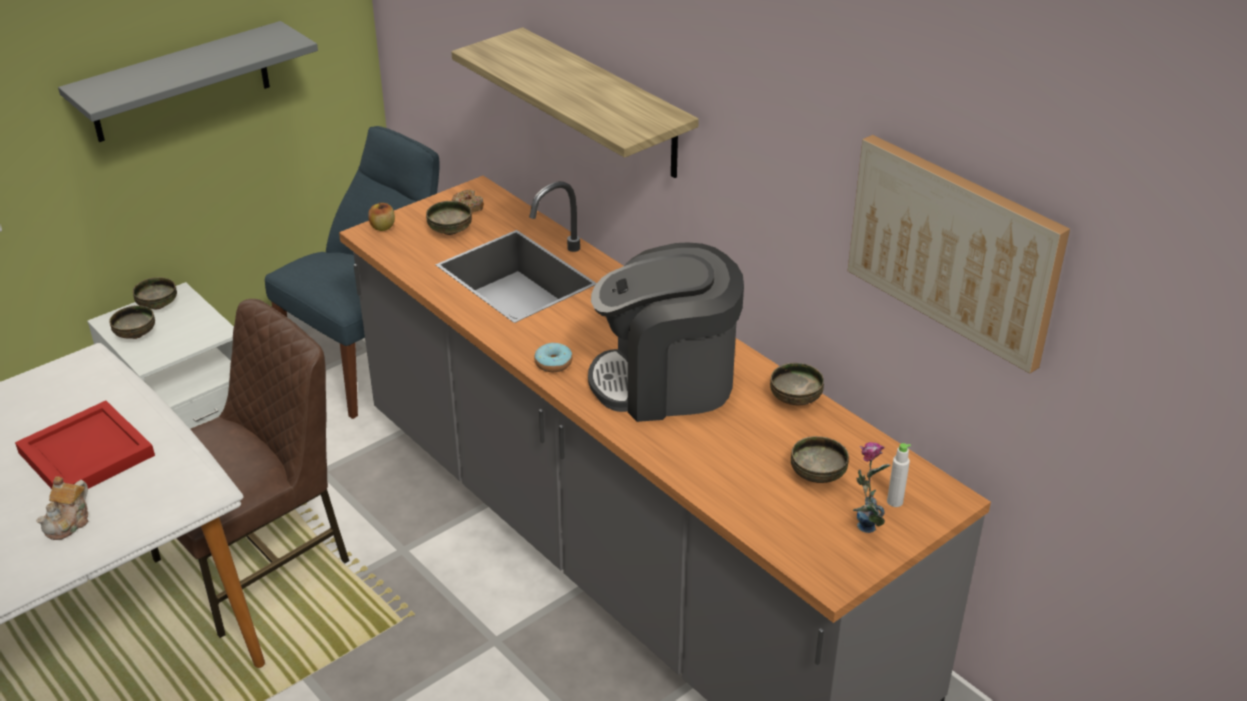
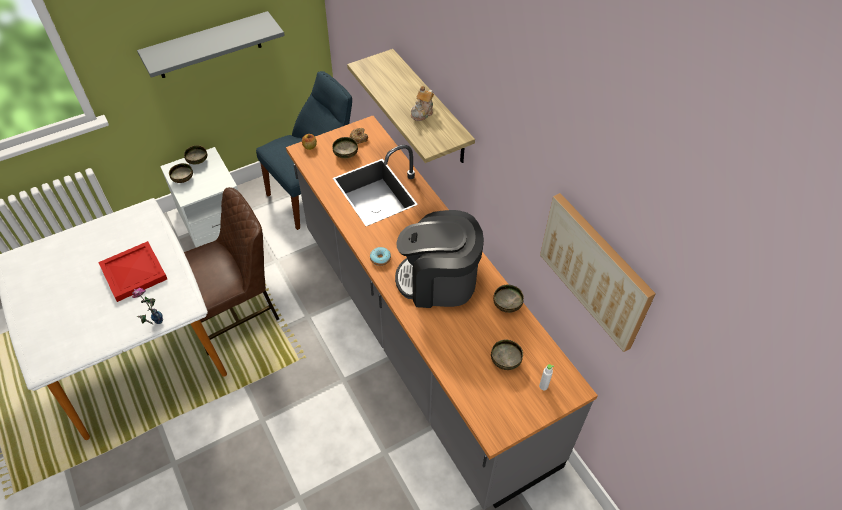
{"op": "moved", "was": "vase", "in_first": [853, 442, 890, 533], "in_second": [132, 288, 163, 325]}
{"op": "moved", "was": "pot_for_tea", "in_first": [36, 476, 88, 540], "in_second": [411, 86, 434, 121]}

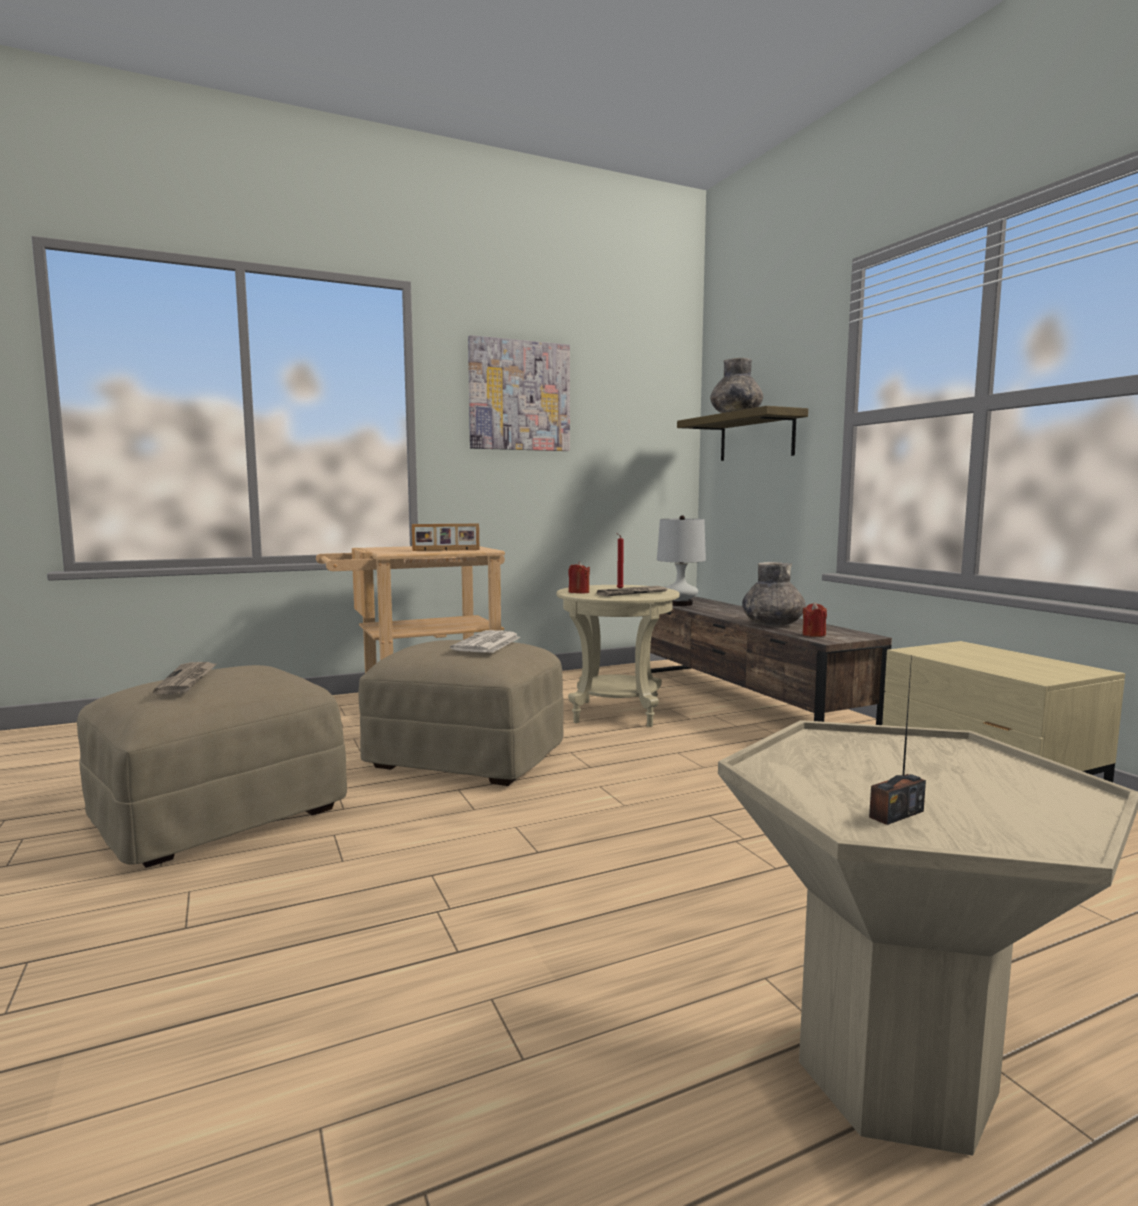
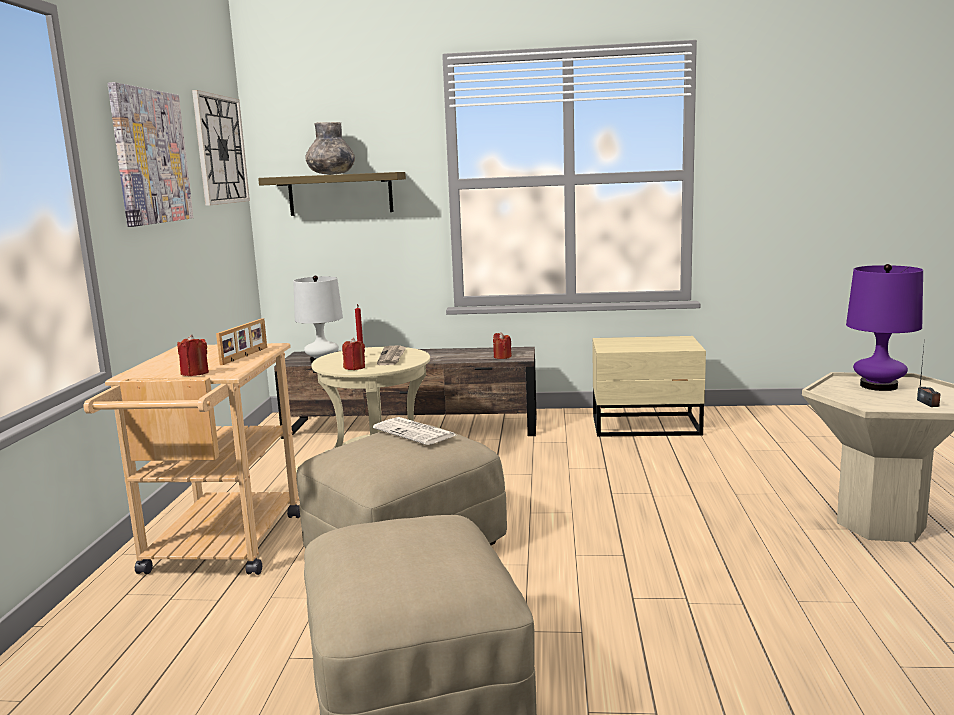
{"op": "removed", "was": "greyish_vase", "in_first": [742, 562, 806, 626]}
{"op": "removed", "was": "newspaper", "in_first": [153, 662, 218, 694]}
{"op": "added", "now": "wall_clock", "in_second": [192, 90, 250, 206]}
{"op": "added", "now": "purple_tabletop_lamp", "in_second": [846, 264, 923, 391]}
{"op": "added", "now": "red_wax_light", "in_second": [177, 335, 209, 376]}

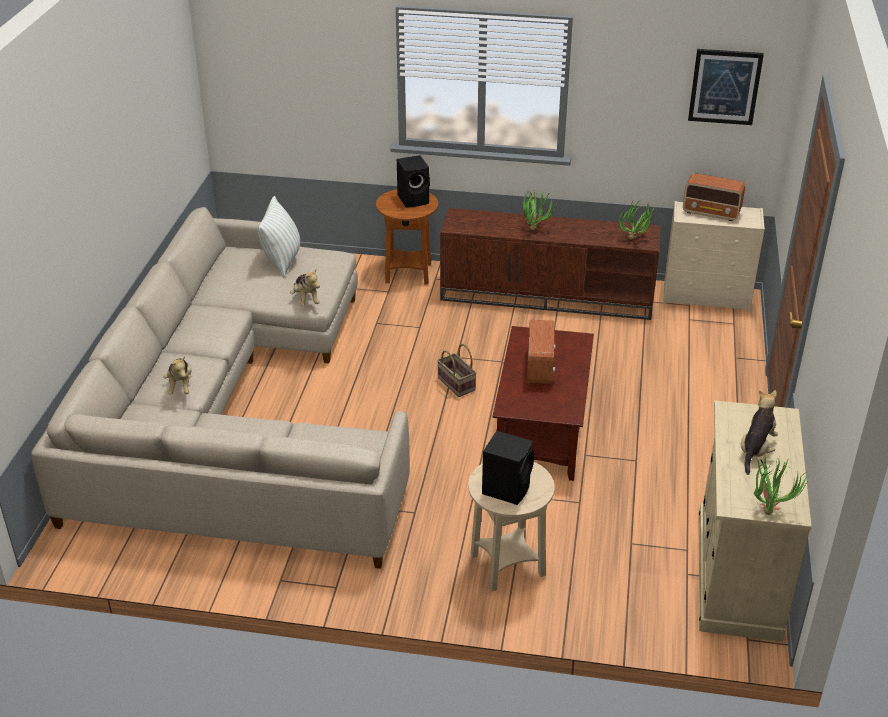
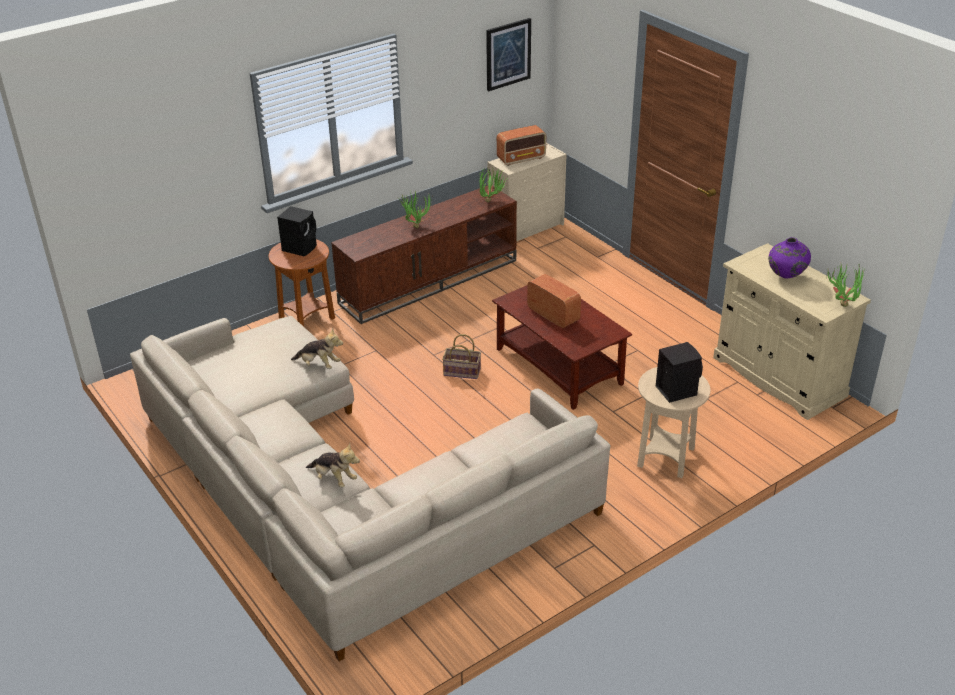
{"op": "removed", "was": "cushion", "in_first": [258, 196, 300, 278]}
{"op": "replaced", "was": "soft_toy", "now": "purple_vase", "in_first": [741, 390, 778, 475], "in_second": [768, 237, 811, 278]}

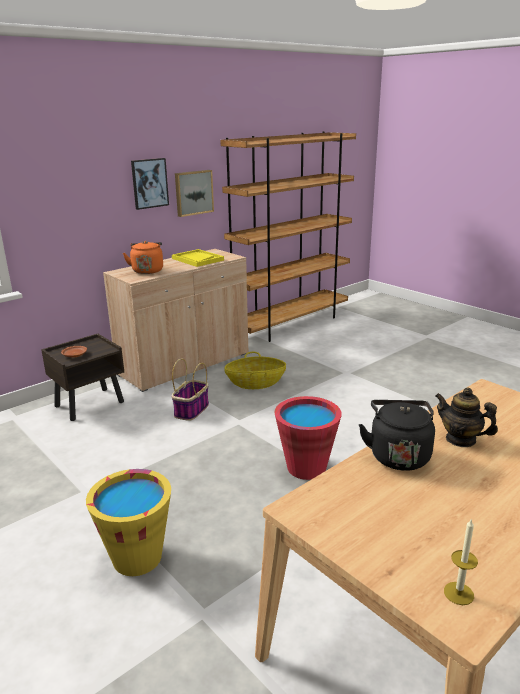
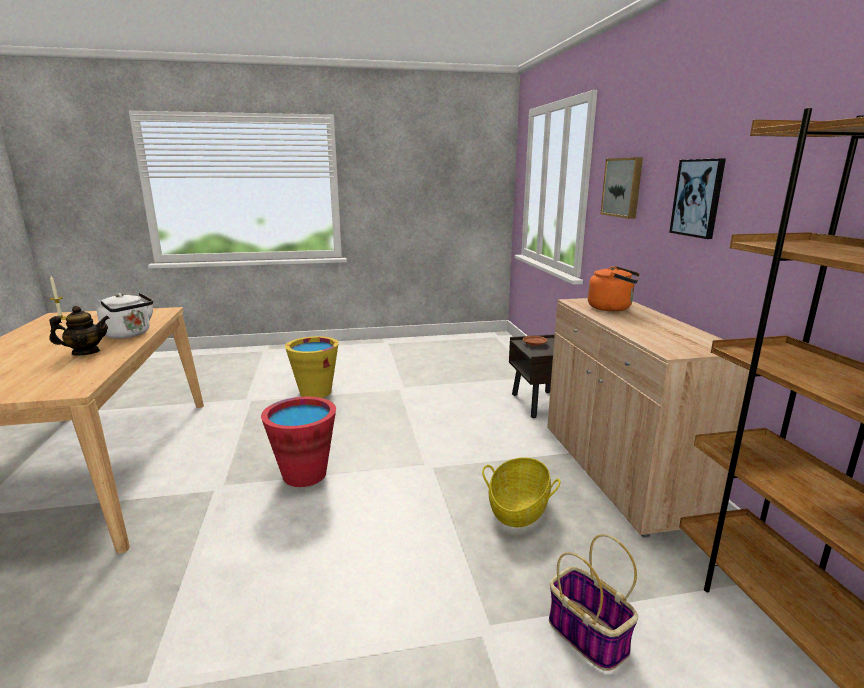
{"op": "moved", "was": "wall_art", "in_first": [175, 170, 214, 217], "in_second": [600, 157, 643, 219]}
{"op": "removed", "was": "yellowish_serving_tray", "in_first": [172, 249, 224, 267]}
{"op": "moved", "was": "household_basket", "in_first": [171, 359, 209, 421], "in_second": [549, 534, 638, 671]}
{"op": "recoloured", "was": "black-coloured_tea_kettle", "now": "whitish_tea_kettle", "in_first": [359, 400, 435, 471], "in_second": [97, 293, 153, 338]}

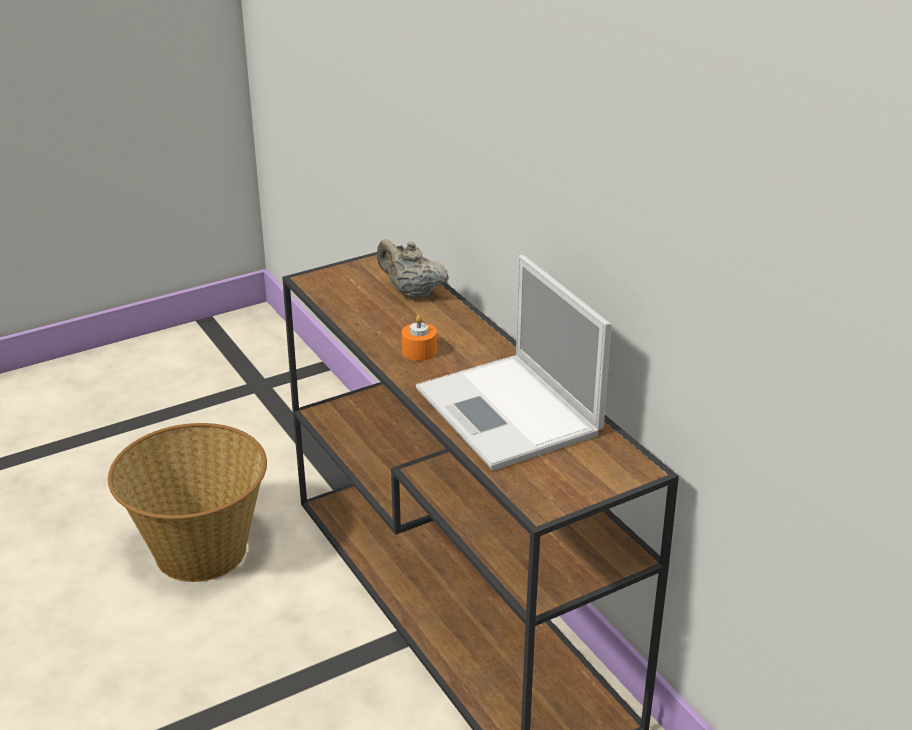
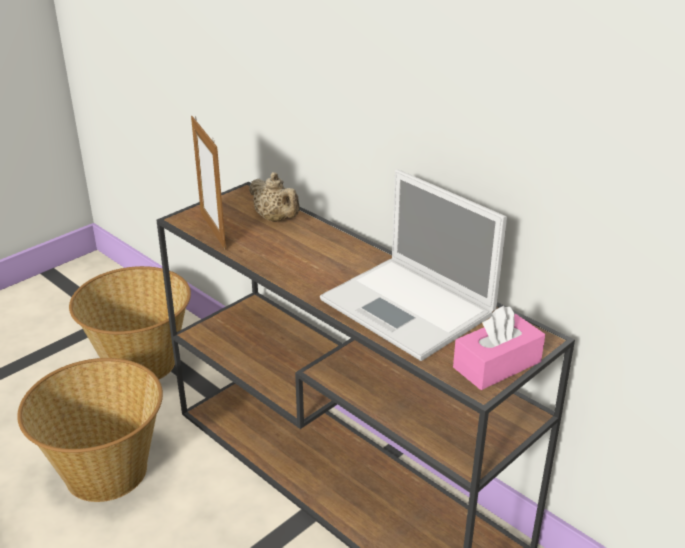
{"op": "turned", "was": "sand-coloured_pot_for_tea", "in_first": [377, 239, 449, 299], "in_second": [249, 172, 300, 222], "clockwise": -150}
{"op": "removed", "was": "orangey_wax_light", "in_first": [402, 315, 437, 361]}
{"op": "added", "now": "standing_frame", "in_second": [191, 116, 226, 249]}
{"op": "added", "now": "household_basket", "in_second": [69, 266, 191, 379]}
{"op": "added", "now": "pinkish_tissue_box", "in_second": [453, 305, 545, 390]}

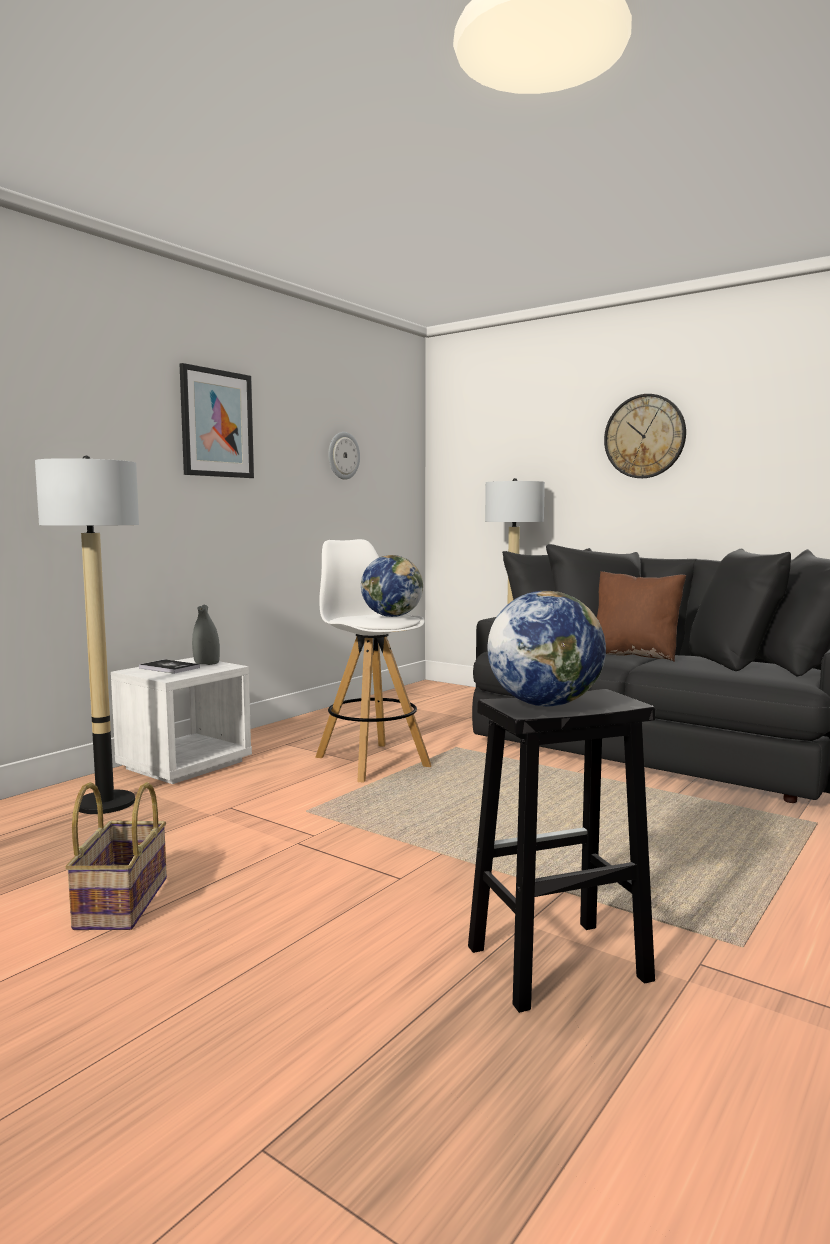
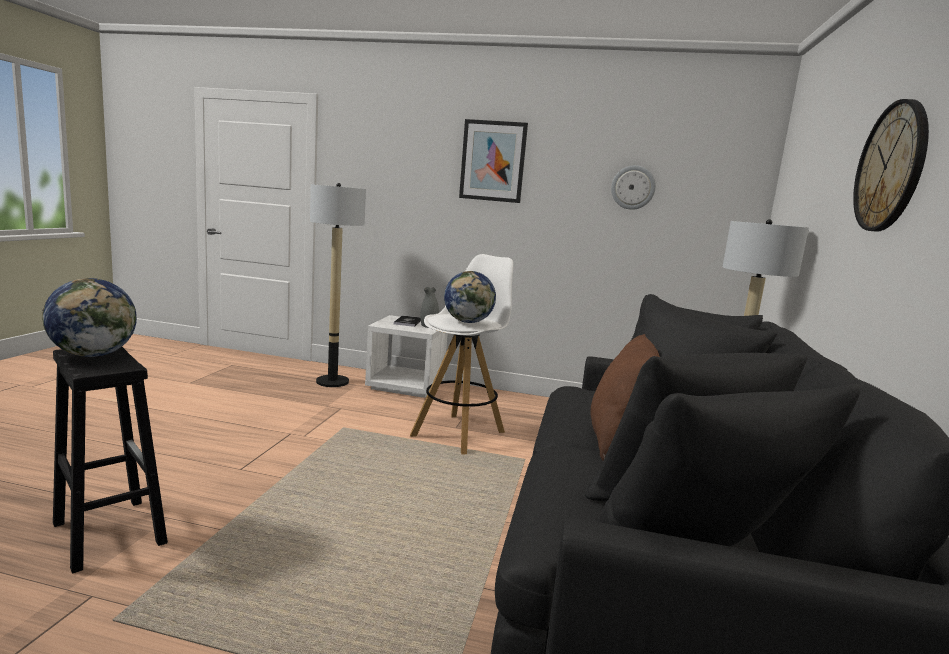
{"op": "removed", "was": "household_basket", "in_first": [65, 782, 167, 930]}

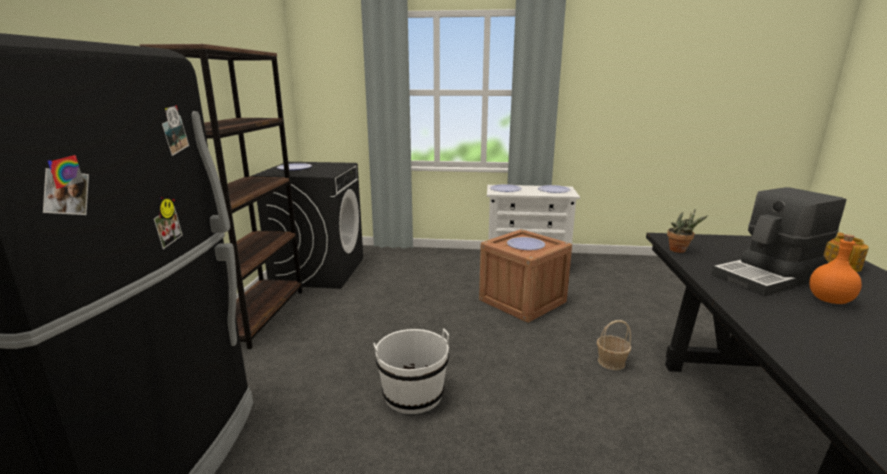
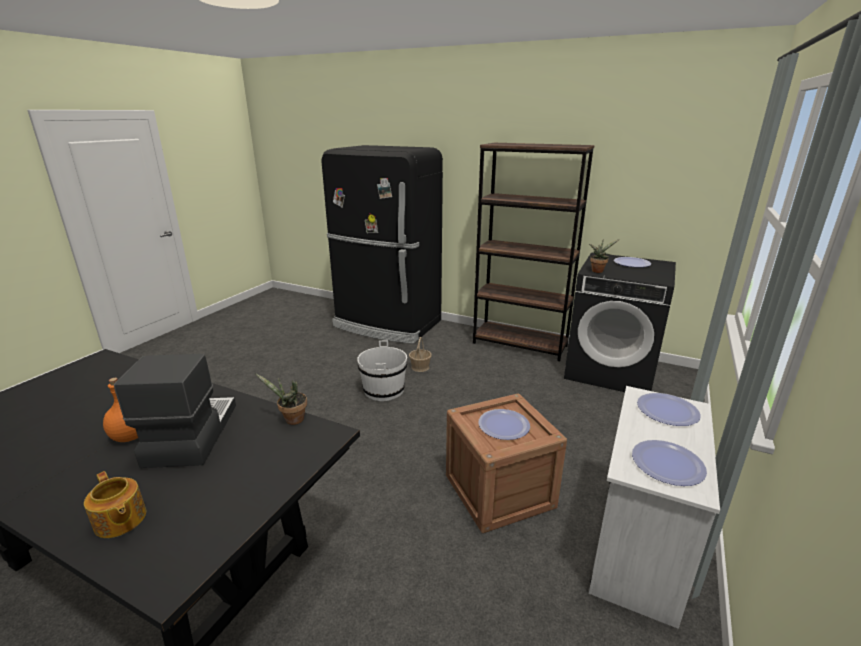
{"op": "moved", "was": "household_basket", "in_first": [597, 320, 631, 370], "in_second": [409, 337, 432, 372]}
{"op": "added", "now": "potted_plant", "in_second": [589, 239, 619, 273]}

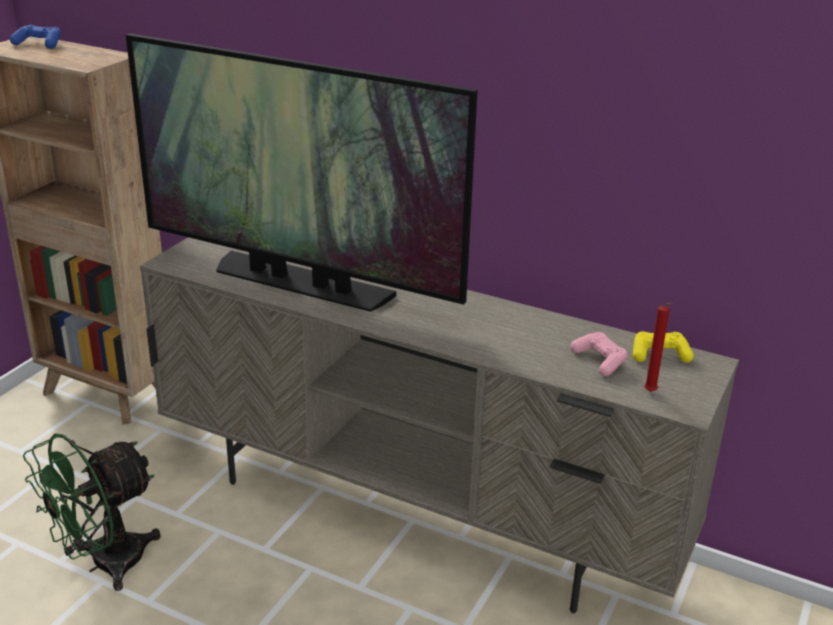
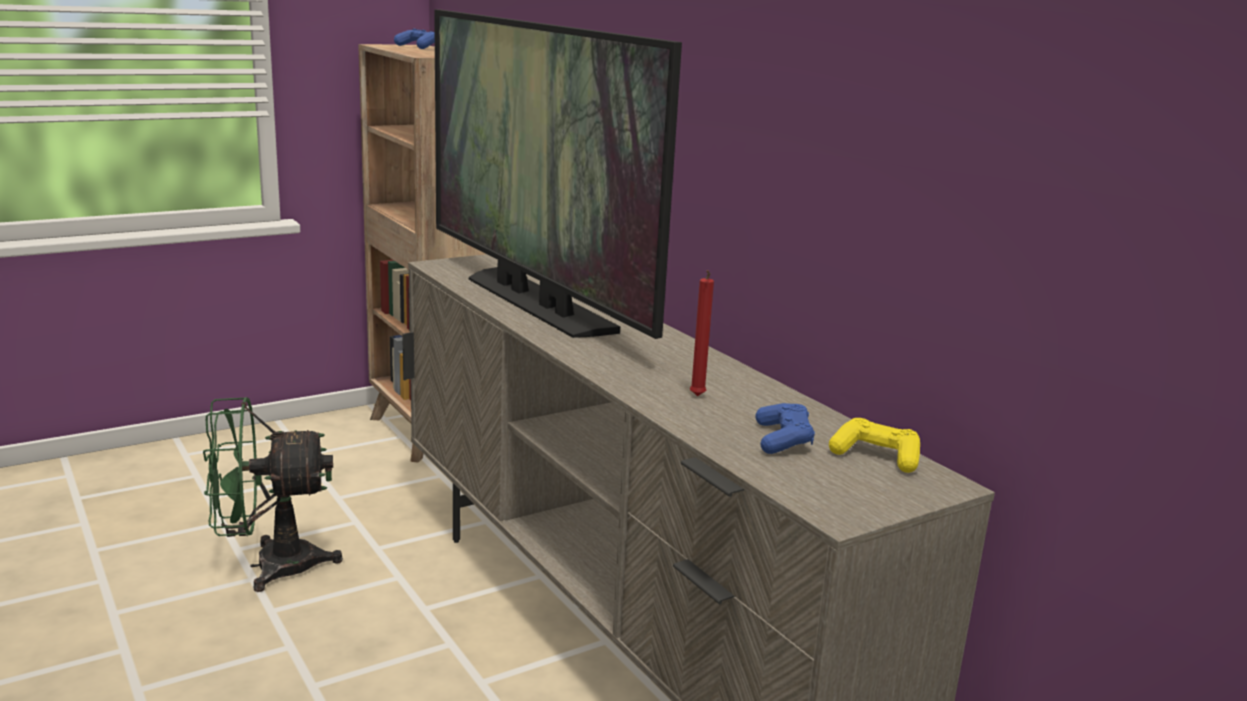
{"op": "moved", "was": "red_wax_light", "in_first": [644, 303, 673, 392], "in_second": [690, 270, 714, 396]}
{"op": "recoloured", "was": "pinkish_gamepad", "now": "bluish_gamepad", "in_first": [570, 332, 628, 376], "in_second": [755, 403, 815, 454]}

